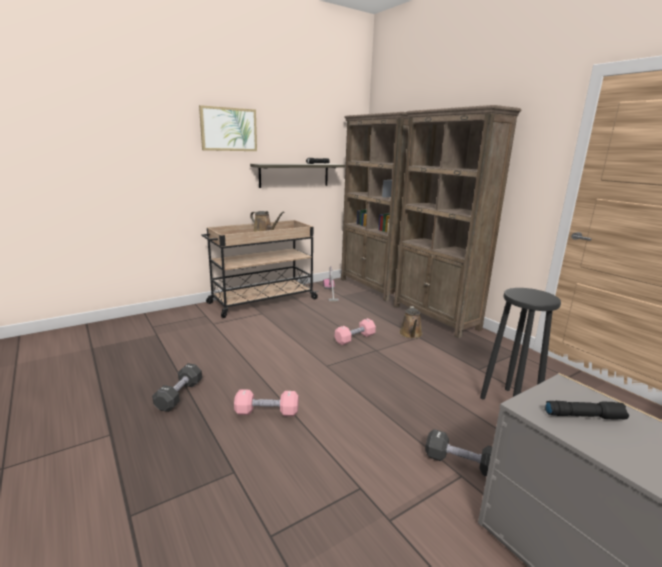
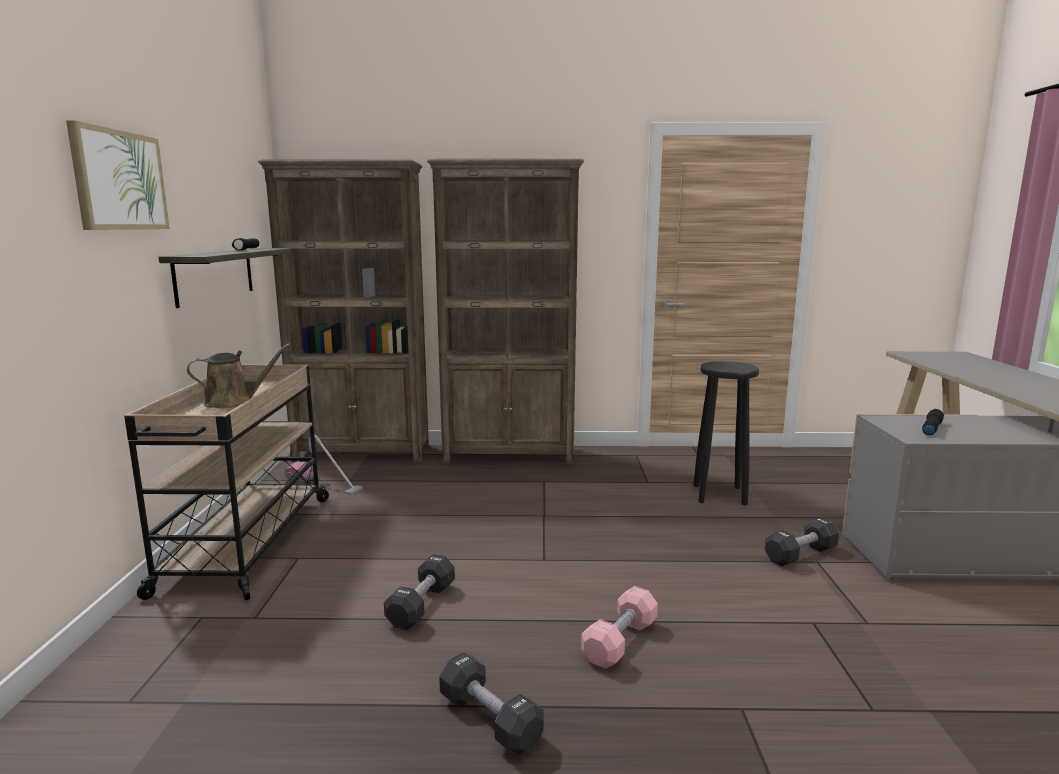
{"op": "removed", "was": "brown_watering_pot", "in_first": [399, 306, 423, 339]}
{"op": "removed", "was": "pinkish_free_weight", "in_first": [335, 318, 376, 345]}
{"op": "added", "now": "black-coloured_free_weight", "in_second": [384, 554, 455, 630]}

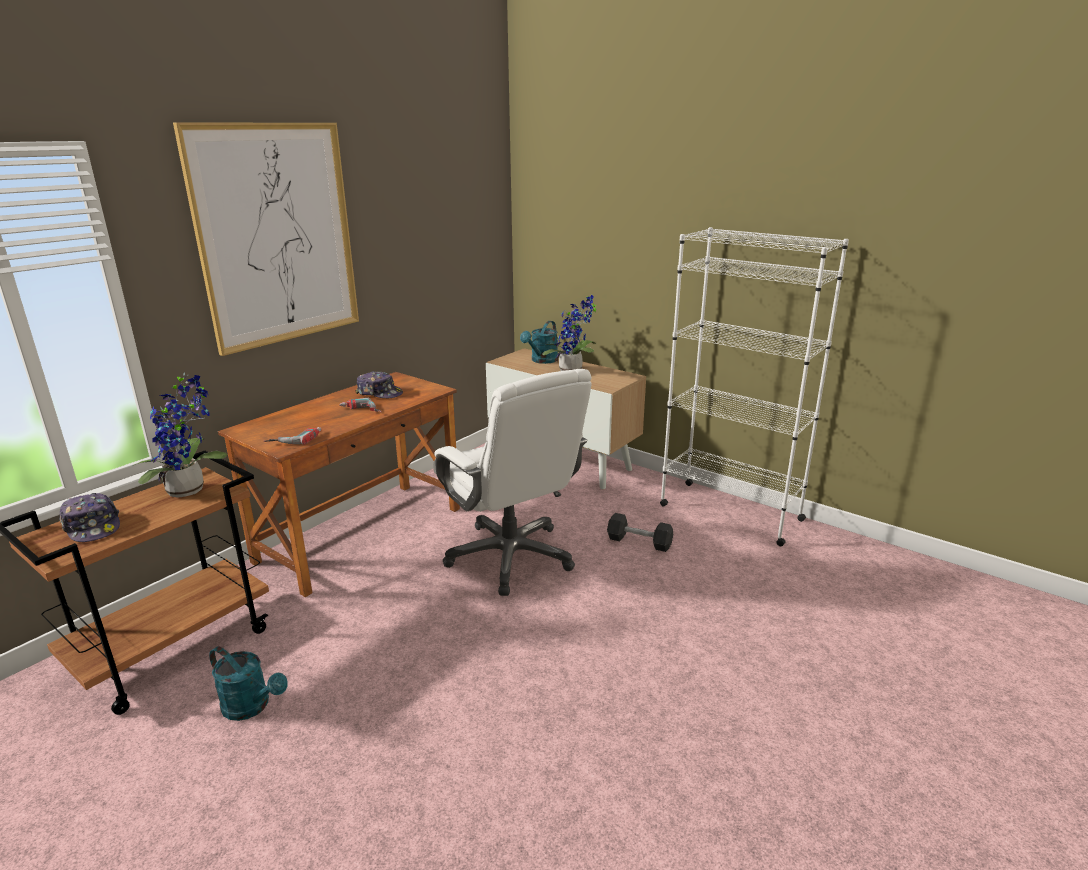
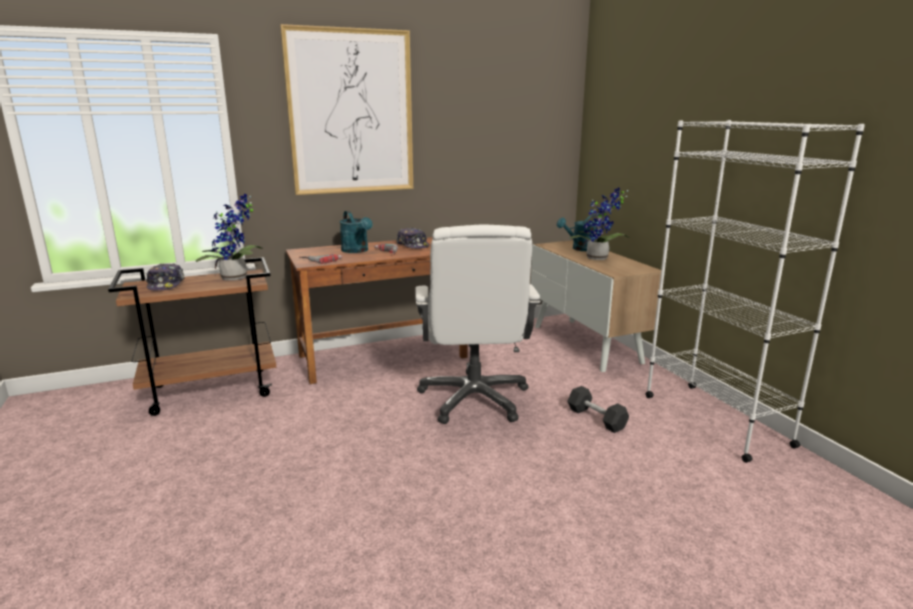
{"op": "moved", "was": "blue-green_watering_pot", "in_first": [209, 646, 288, 721], "in_second": [340, 211, 373, 253]}

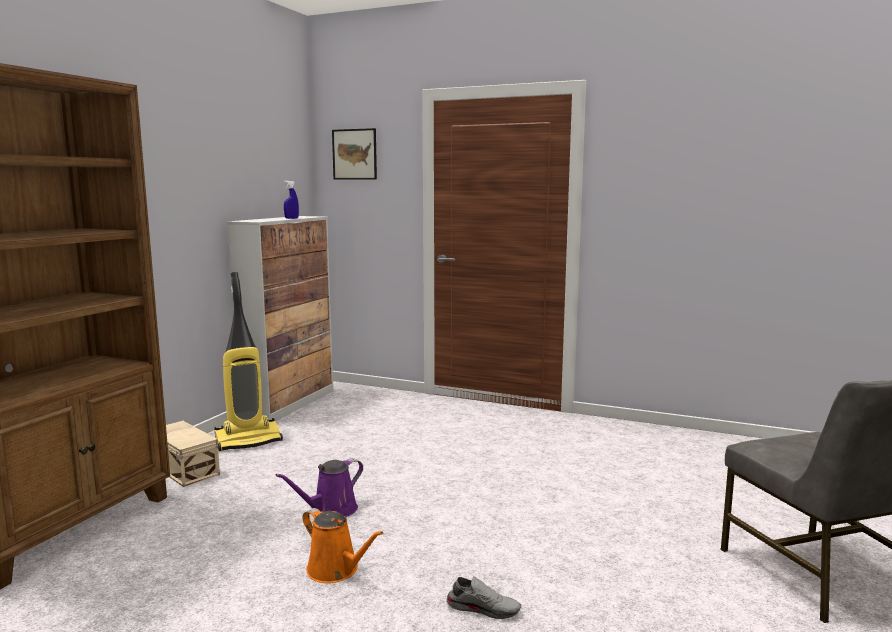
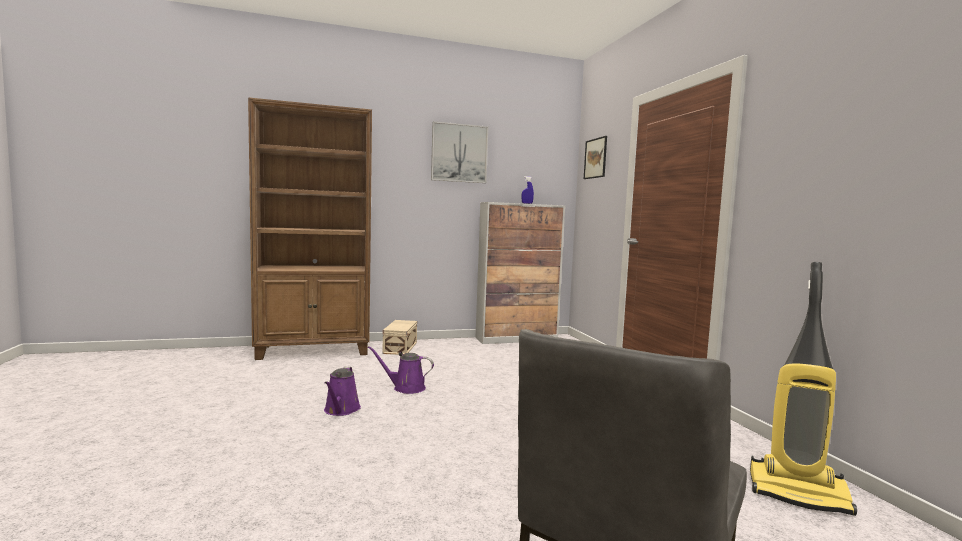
{"op": "moved", "was": "vacuum", "in_first": [214, 272, 283, 451], "in_second": [750, 262, 857, 516]}
{"op": "recoloured", "was": "orangey_watering_pot", "now": "purple_watering_pot", "in_first": [303, 508, 383, 583], "in_second": [324, 367, 361, 416]}
{"op": "removed", "was": "greyish_item_of_footwear", "in_first": [446, 576, 521, 619]}
{"op": "added", "now": "wall_art", "in_second": [431, 121, 488, 183]}

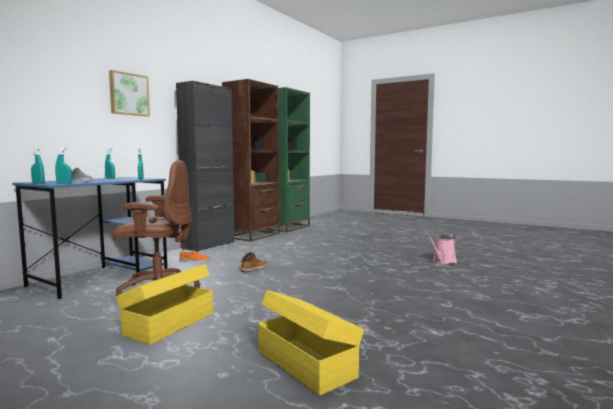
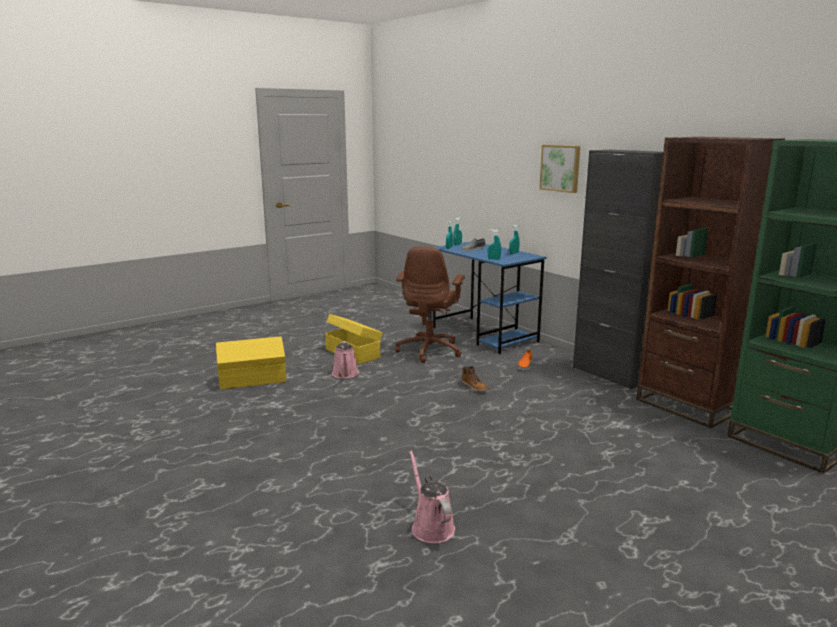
{"op": "added", "now": "pinkish_watering_pot", "in_second": [332, 341, 359, 378]}

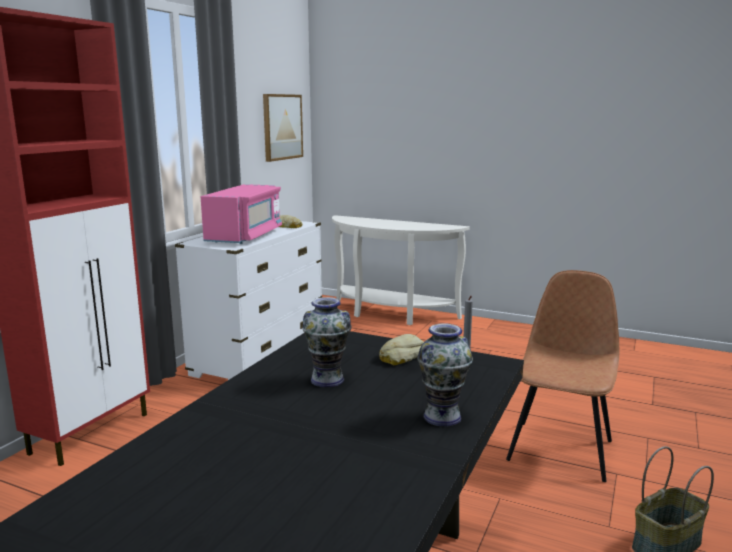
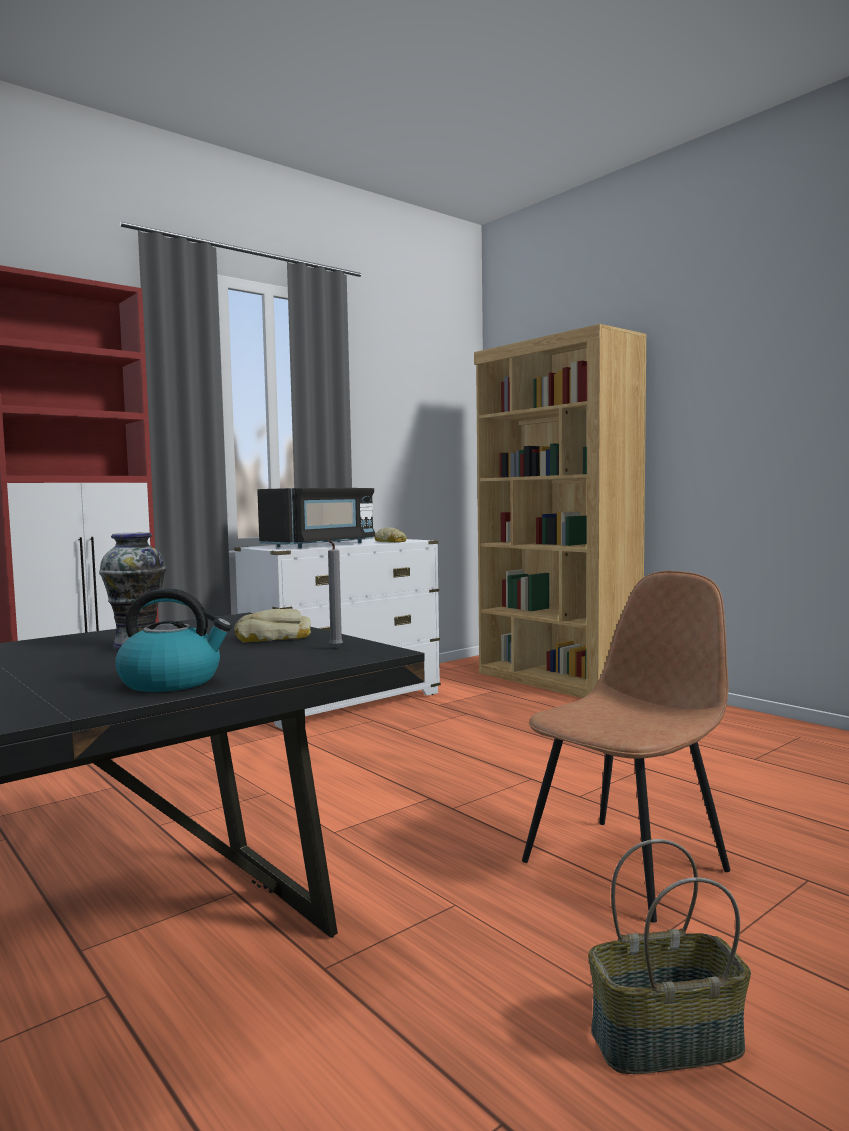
{"op": "removed", "was": "wall_art", "in_first": [263, 94, 303, 162]}
{"op": "recoloured", "was": "pinkish_microwave", "now": "black-coloured_microwave", "in_first": [201, 184, 282, 244], "in_second": [257, 488, 375, 548]}
{"op": "replaced", "was": "whitish_narrow_table", "now": "brown_bookcase", "in_first": [332, 215, 470, 325], "in_second": [474, 324, 647, 698]}
{"op": "replaced", "was": "vase", "now": "tea_kettle", "in_first": [417, 323, 473, 427], "in_second": [115, 588, 232, 692]}

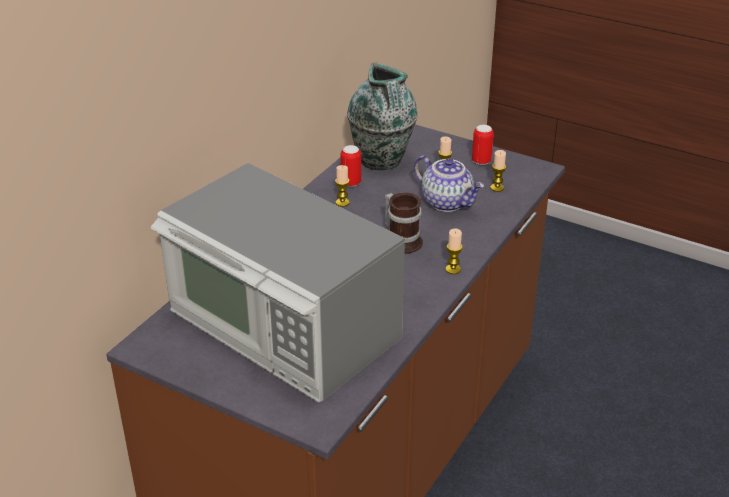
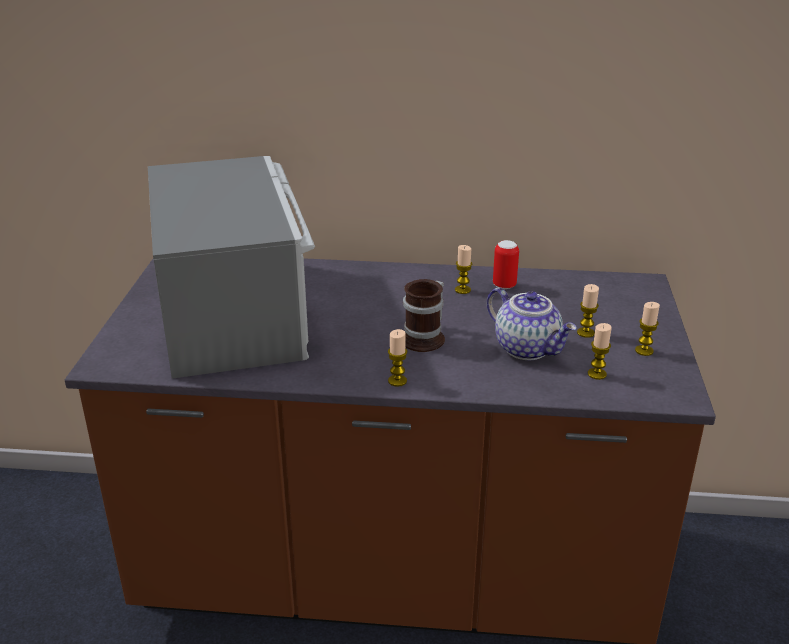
{"op": "removed", "was": "vase", "in_first": [347, 62, 417, 170]}
{"op": "replaced", "was": "sealed_can", "now": "wax_light", "in_first": [472, 125, 494, 165], "in_second": [635, 302, 660, 356]}
{"op": "turned", "was": "pot_for_tea", "in_first": [414, 156, 484, 212], "in_second": [487, 287, 577, 360], "clockwise": -60}
{"op": "turned", "was": "microwave", "in_first": [151, 163, 405, 402], "in_second": [148, 156, 315, 379], "clockwise": 150}

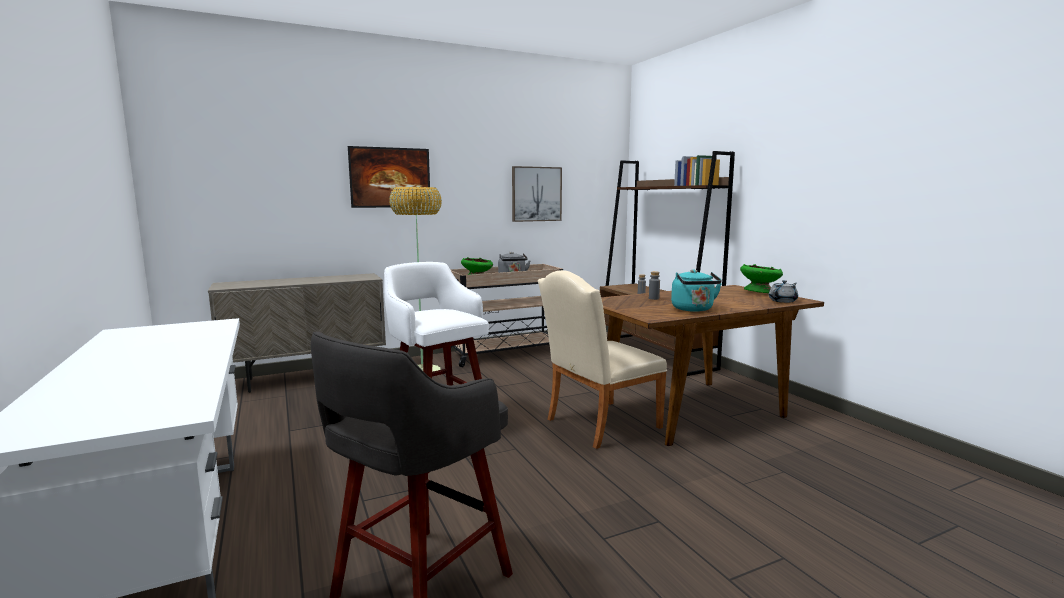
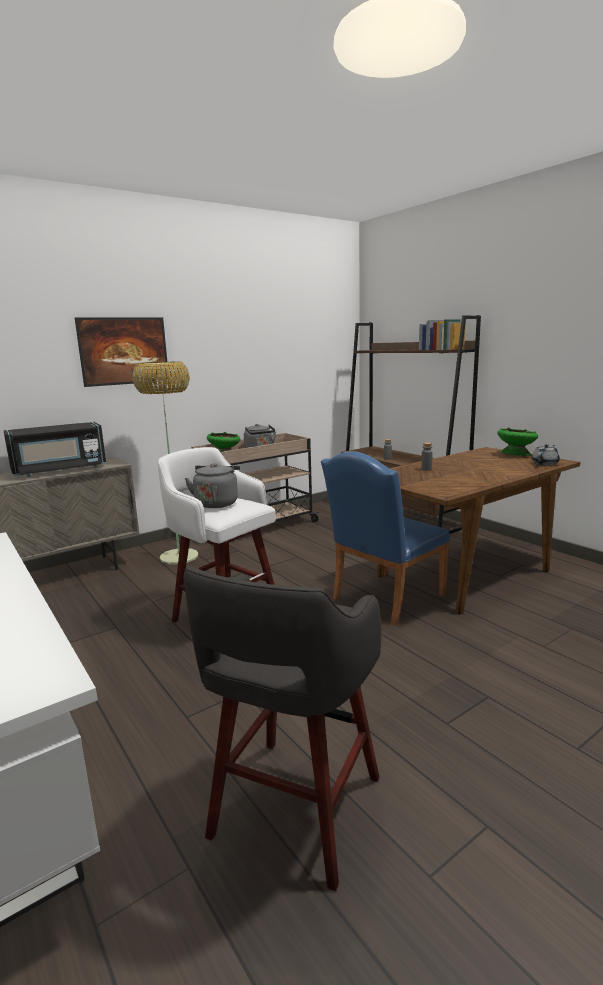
{"op": "removed", "was": "wall_art", "in_first": [512, 166, 562, 222]}
{"op": "removed", "was": "blue-green_tea_kettle", "in_first": [671, 269, 722, 312]}
{"op": "recoloured", "was": "sand-coloured_upright_chair", "now": "bluish_upright_chair", "in_first": [538, 270, 667, 449], "in_second": [321, 451, 450, 626]}
{"op": "added", "now": "black-coloured_microwave", "in_second": [4, 422, 106, 477]}
{"op": "added", "now": "greyish_tea_kettle", "in_second": [185, 463, 240, 508]}

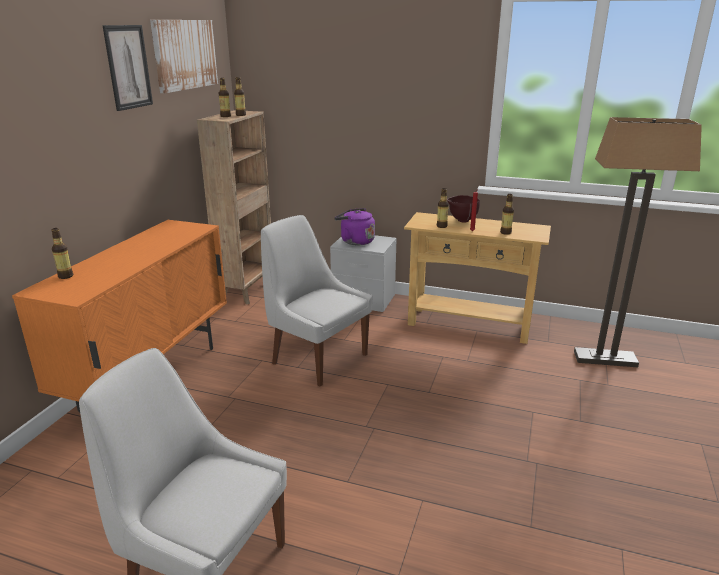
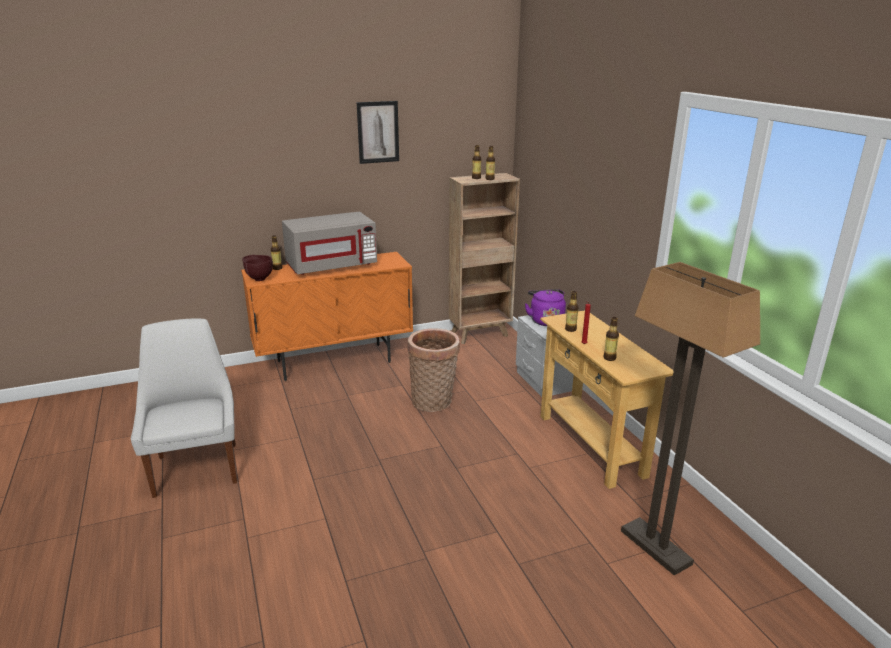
{"op": "removed", "was": "wall_art", "in_first": [150, 20, 218, 93]}
{"op": "moved", "was": "brown_bowl", "in_first": [447, 195, 480, 223], "in_second": [242, 255, 273, 281]}
{"op": "replaced", "was": "whitish_upright_chair", "now": "household_basket", "in_first": [261, 215, 372, 387], "in_second": [408, 328, 460, 412]}
{"op": "added", "now": "greyish_microwave", "in_second": [282, 212, 377, 275]}

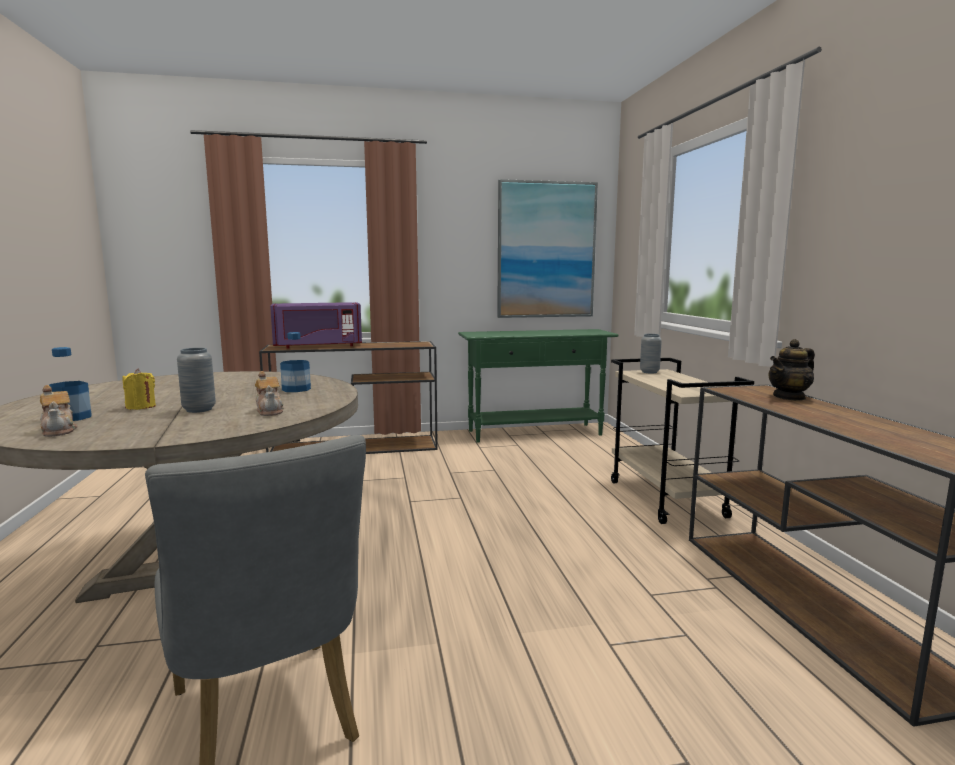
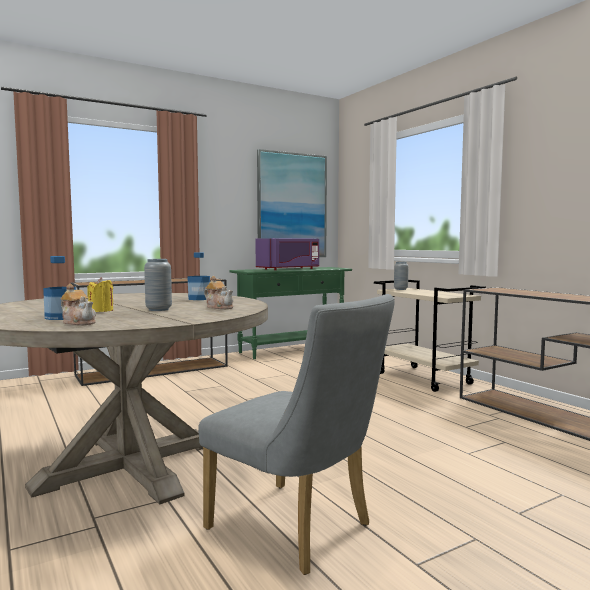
{"op": "moved", "was": "purple_microwave", "in_first": [270, 302, 362, 349], "in_second": [256, 238, 319, 270]}
{"op": "removed", "was": "pot_for_tea", "in_first": [768, 339, 815, 401]}

